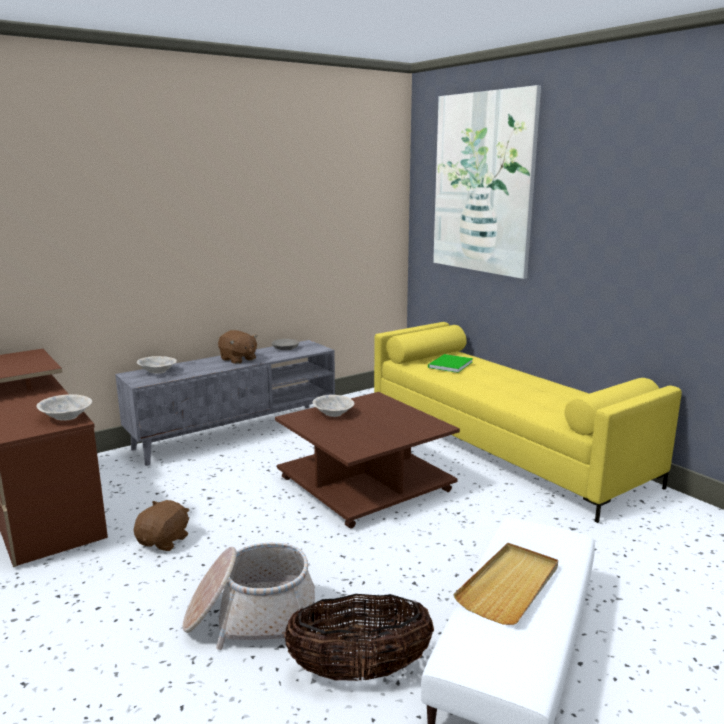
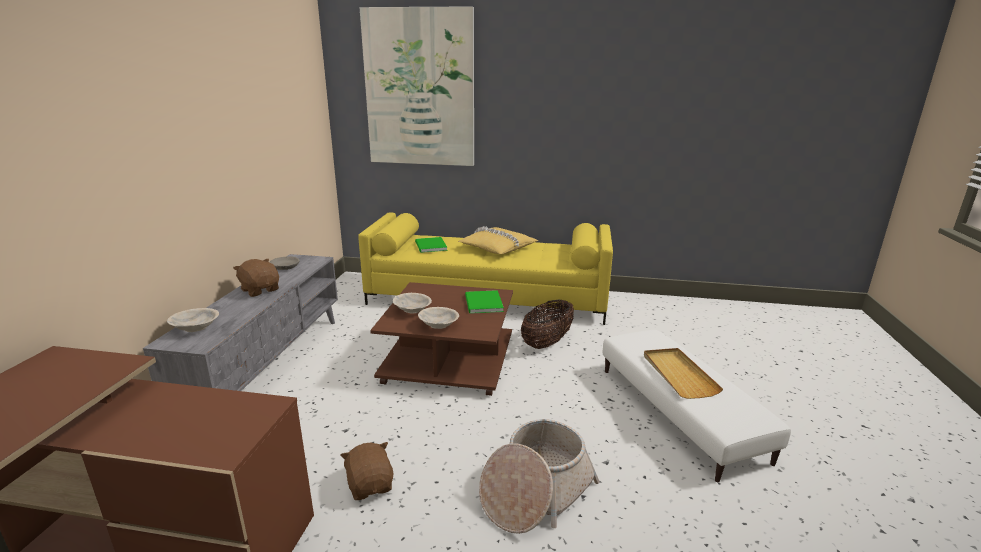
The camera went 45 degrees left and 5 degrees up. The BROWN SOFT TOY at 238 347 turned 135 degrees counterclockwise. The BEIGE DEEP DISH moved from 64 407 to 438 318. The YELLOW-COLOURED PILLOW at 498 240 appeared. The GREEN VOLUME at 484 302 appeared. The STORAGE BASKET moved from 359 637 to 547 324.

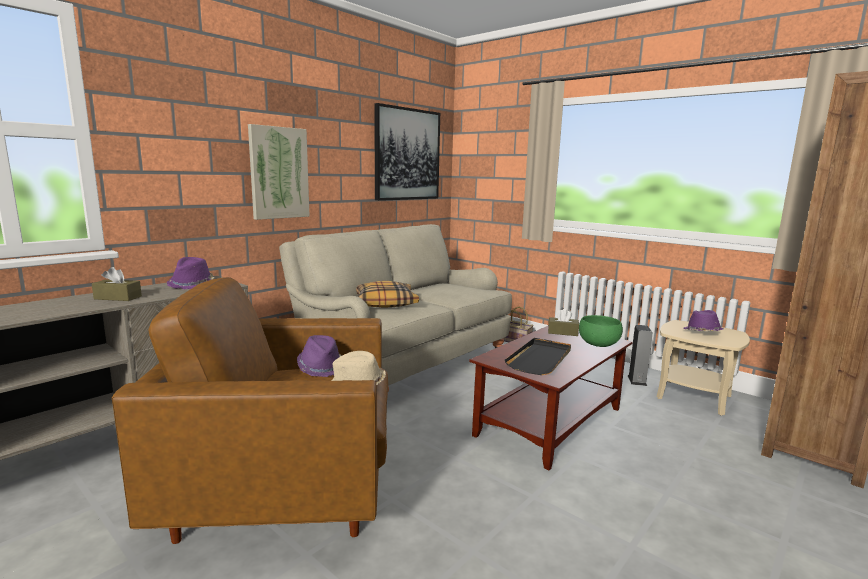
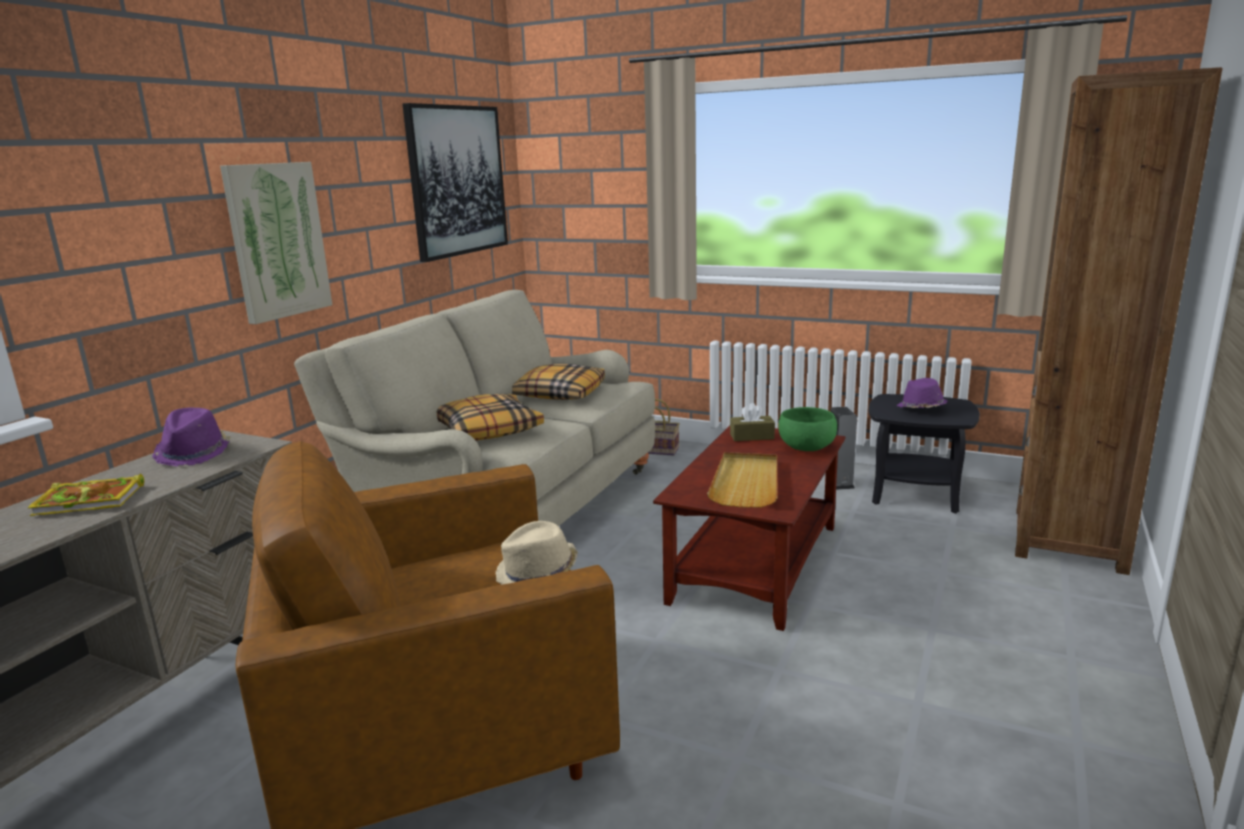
The camera went 15 degrees left and 5 degrees up. The BROWN TISSUE HOLDER at 117 284 was replaced by the VOLUME at 86 495. The PILLOW at 558 382 appeared. The BLACK TRAY at 538 356 became the BEIGE TRAY at 742 480. The BEIGE ACCENT TABLE at 703 368 became the BLACK ACCENT TABLE at 924 453. The PURPLE WEARABLE HAT at 319 356 disappeared.

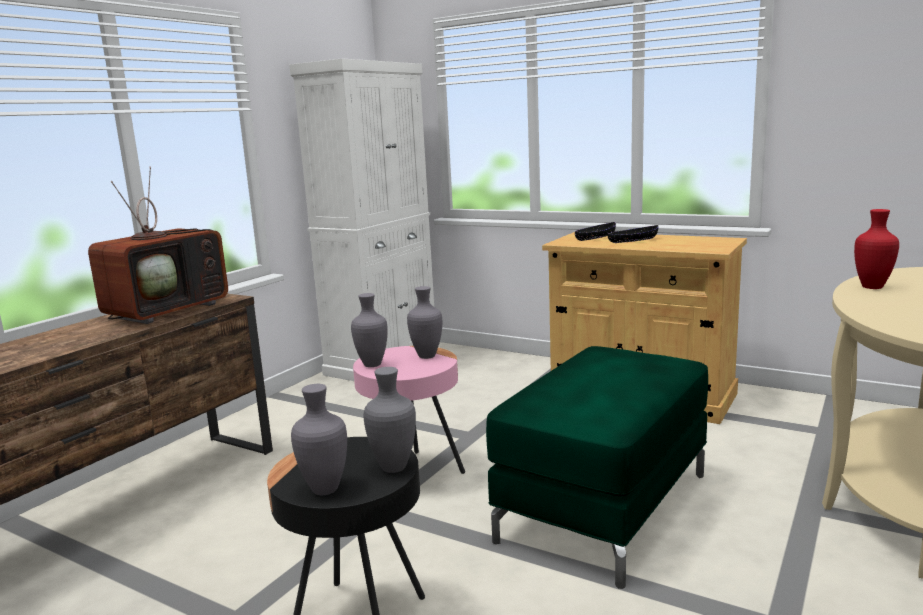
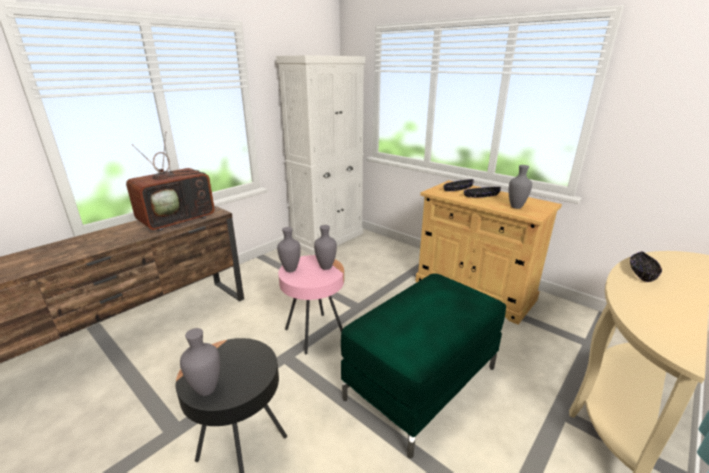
The camera went 10 degrees right and 10 degrees up. The GRAY FLOWER VASE moved from 389 420 to 520 187. The RED FLOWER VASE at 876 249 was replaced by the BLACK DEEP DISH at 646 266.

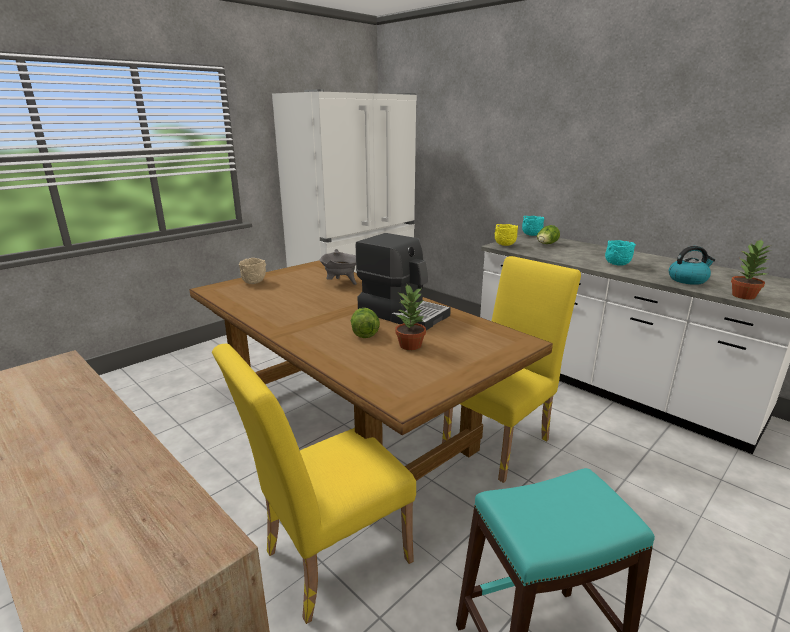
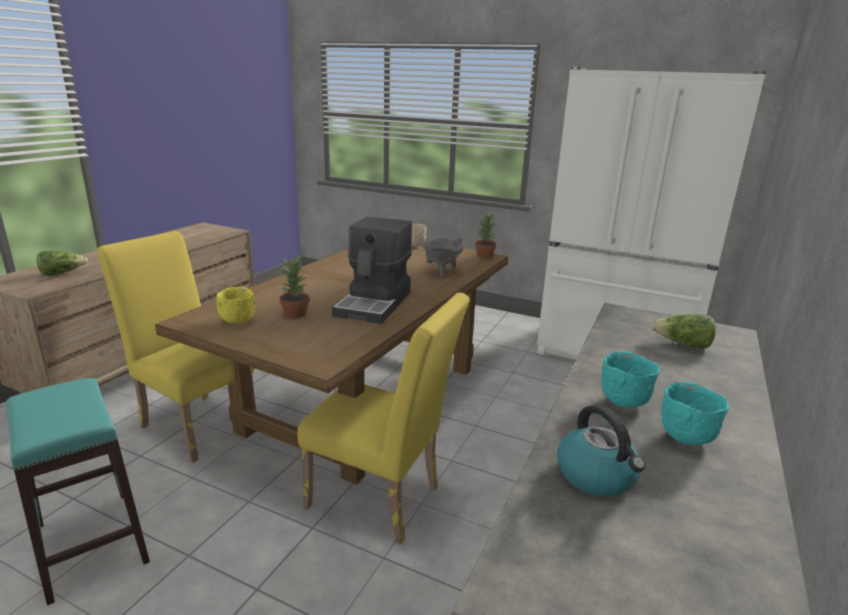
The camera went 70 degrees right and 0 degrees up. The HEAD OF LETTUCE moved from 365 323 to 62 263. The YELLOW-COLOURED DEEP DISH moved from 506 235 to 236 305. The HOUSEPLANT moved from 751 269 to 486 235. The TURQUOISE DEEP DISH moved from 533 226 to 695 414.

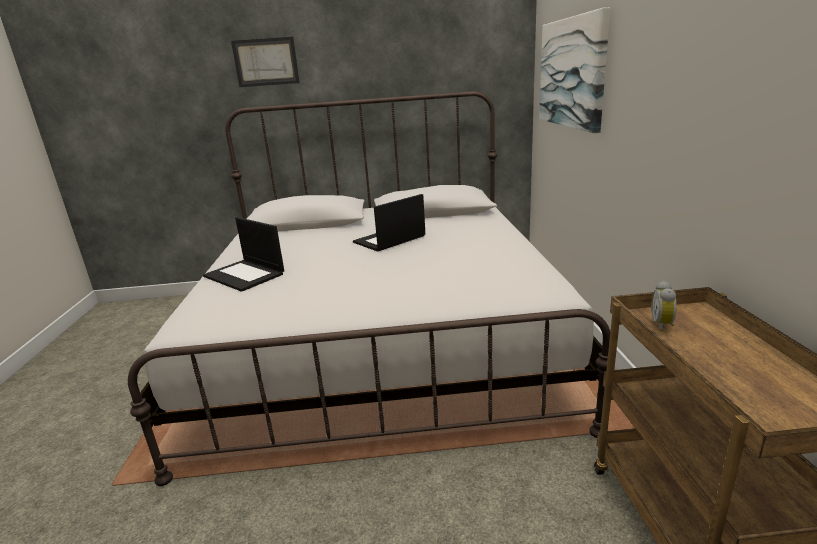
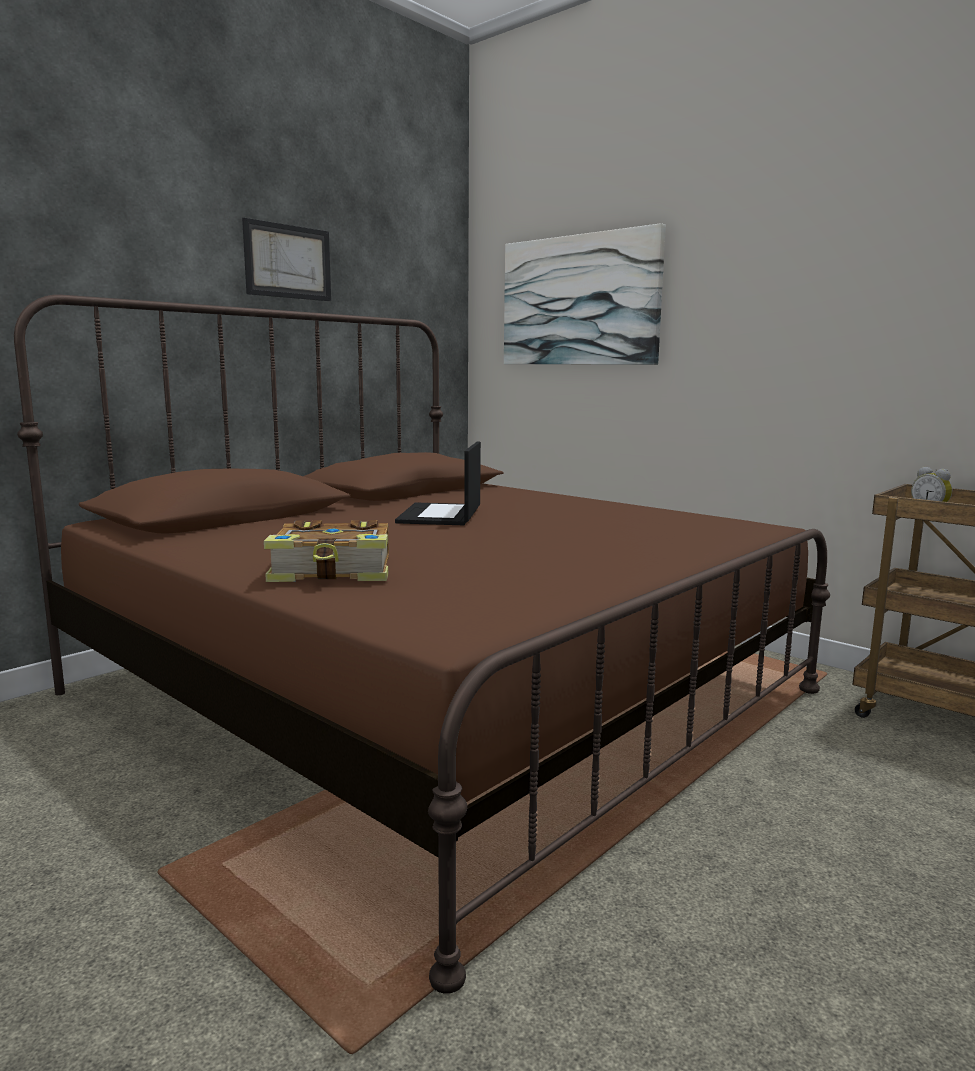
The camera went 45 degrees left and 10 degrees down. The WHITE BED at 369 288 became the BROWN BED at 422 644. The PICTURE moved from 265 62 to 286 259. The LAPTOP at 243 254 was replaced by the VOLUME at 326 551.

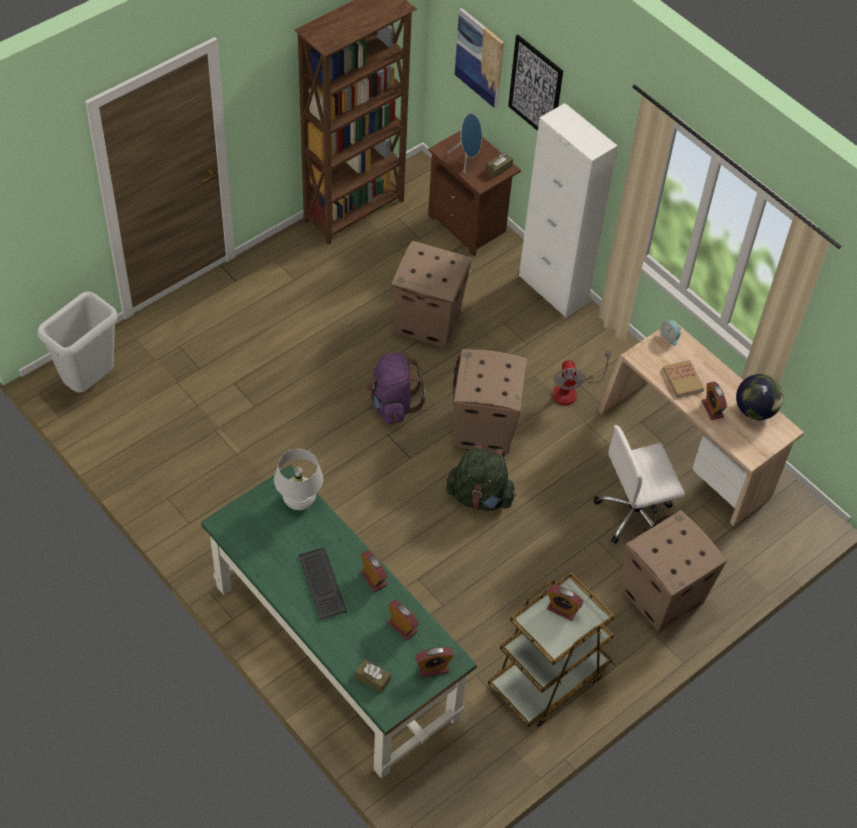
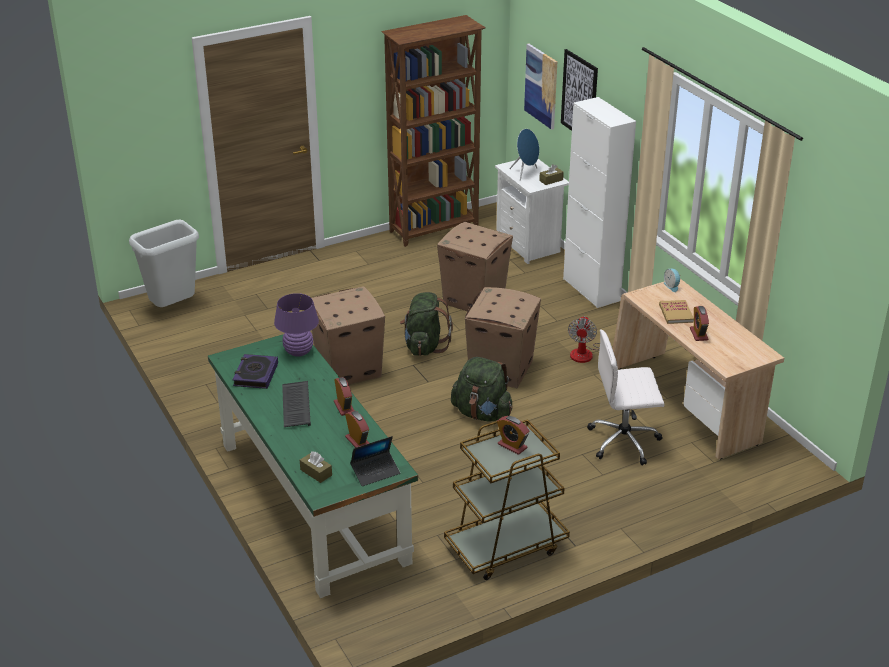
The camera went 15 degrees right and 20 degrees down. The VOLUME at 255 371 appeared. The WHITE TABLETOP LAMP at 298 479 became the PURPLE TABLETOP LAMP at 296 325. The PACKING BOX moved from 674 571 to 348 335. The ALARM CLOCK at 434 662 was replaced by the LAPTOP at 375 461. The PURPLE KNAPSACK at 396 388 became the GREEN KNAPSACK at 426 324. The BROWN NIGHT TABLE at 474 193 became the WHITE NIGHT TABLE at 532 211. The GLOBE at 759 397 disappeared.

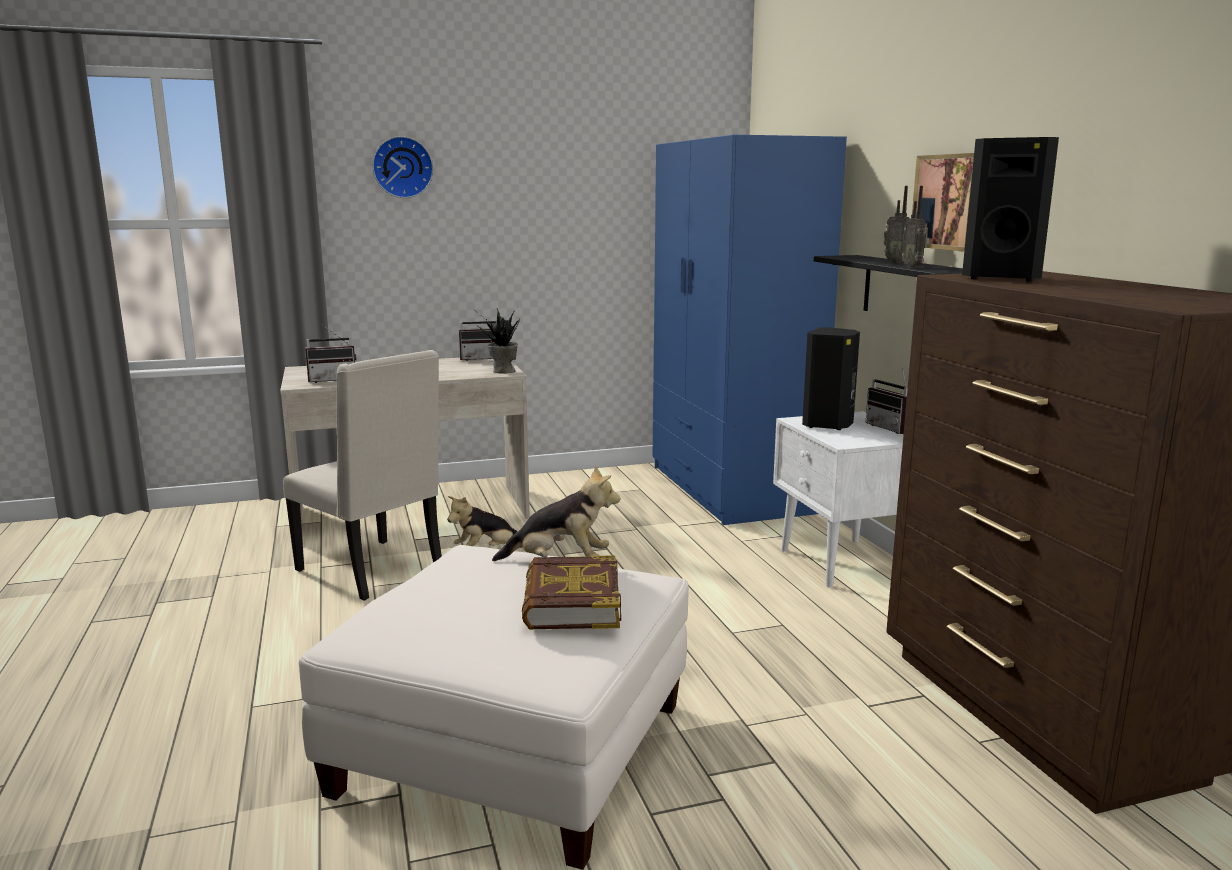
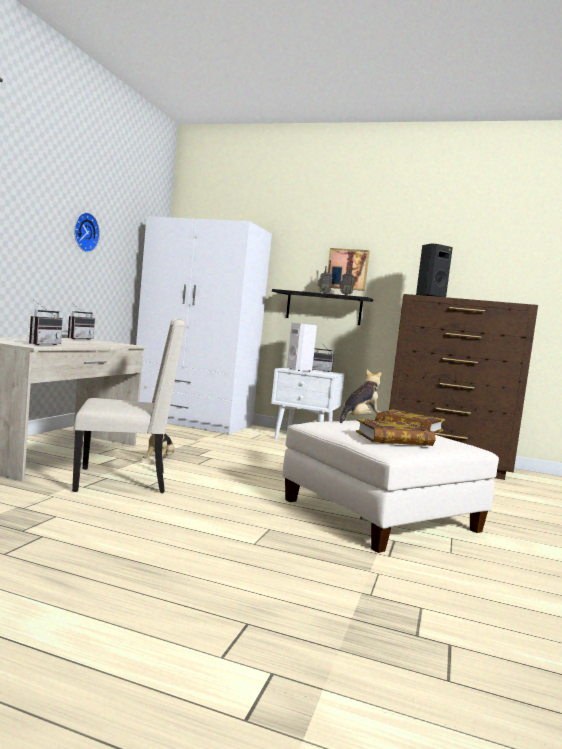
The camera went 55 degrees left and 10 degrees down. The HANGING CLOCK moved from 402 167 to 87 232. The BLUISH WARDROBE at 750 330 became the WHITE WARDROBE at 204 325. The BLACK LOUDSPEAKER at 831 378 became the WHITE LOUDSPEAKER at 302 347. The VOLUME at 396 432 appeared. The HOUSEPLANT at 499 341 disappeared.

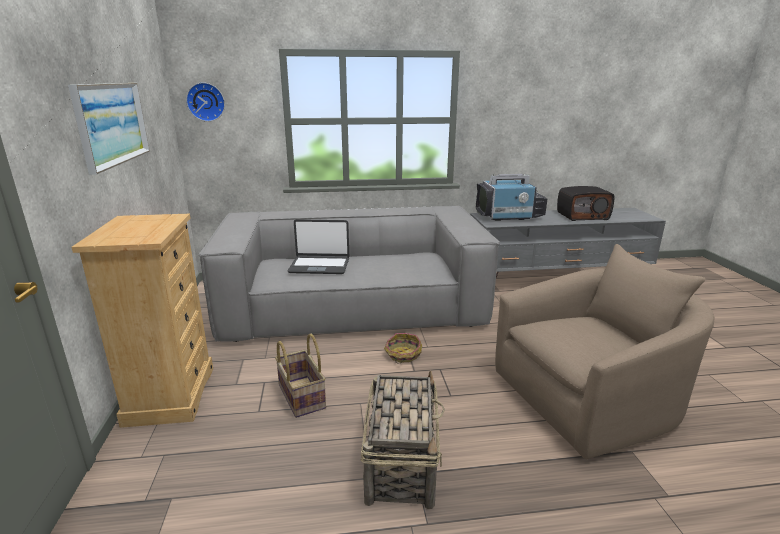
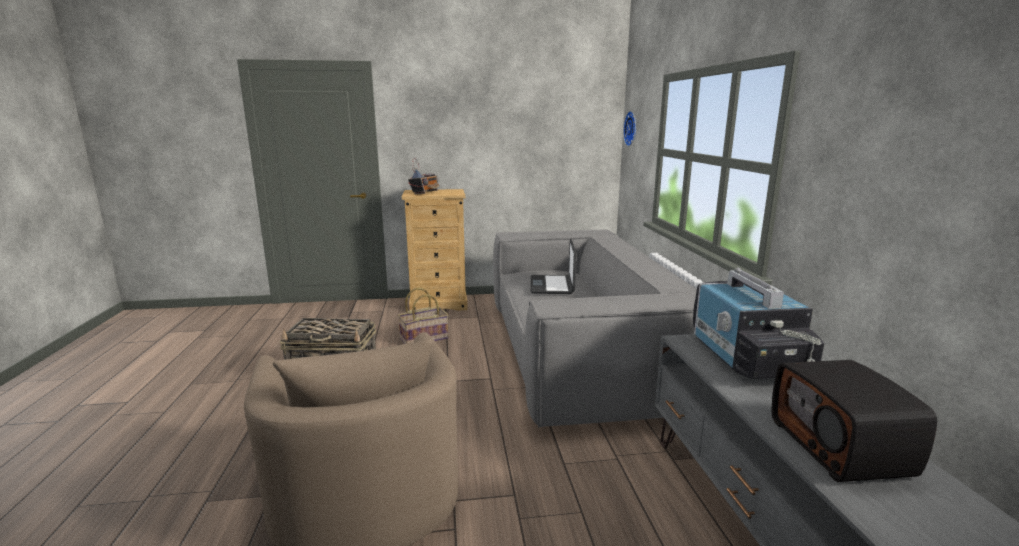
The camera went 90 degrees right and 5 degrees down. The RADIO at 423 176 appeared. The PICTURE at 109 129 disappeared. The STORAGE BASKET at 403 348 disappeared.

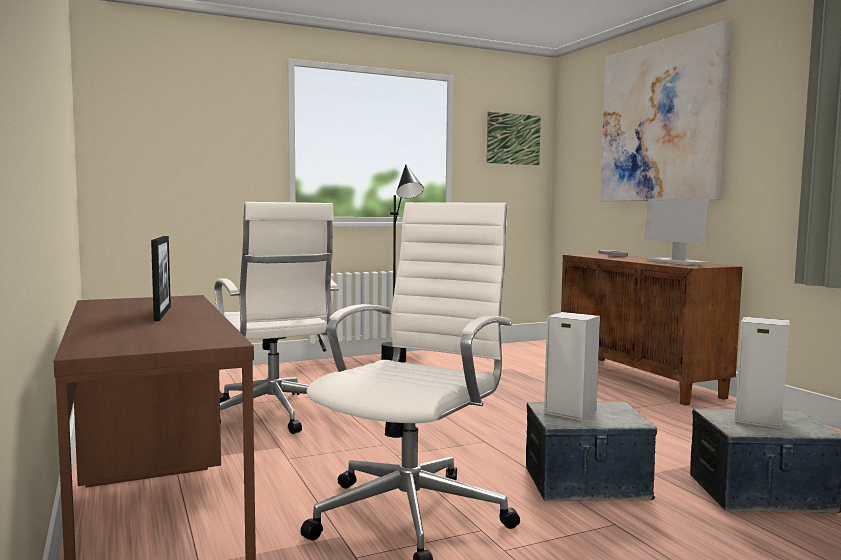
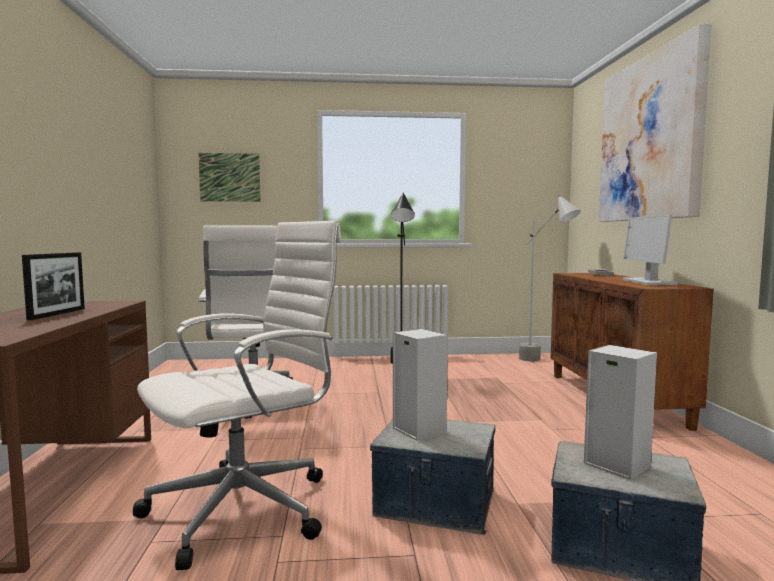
The camera went 20 degrees right and 0 degrees up. The PICTURE moved from 513 138 to 230 177. The GRAY FLOOR LAMP at 550 278 appeared.

